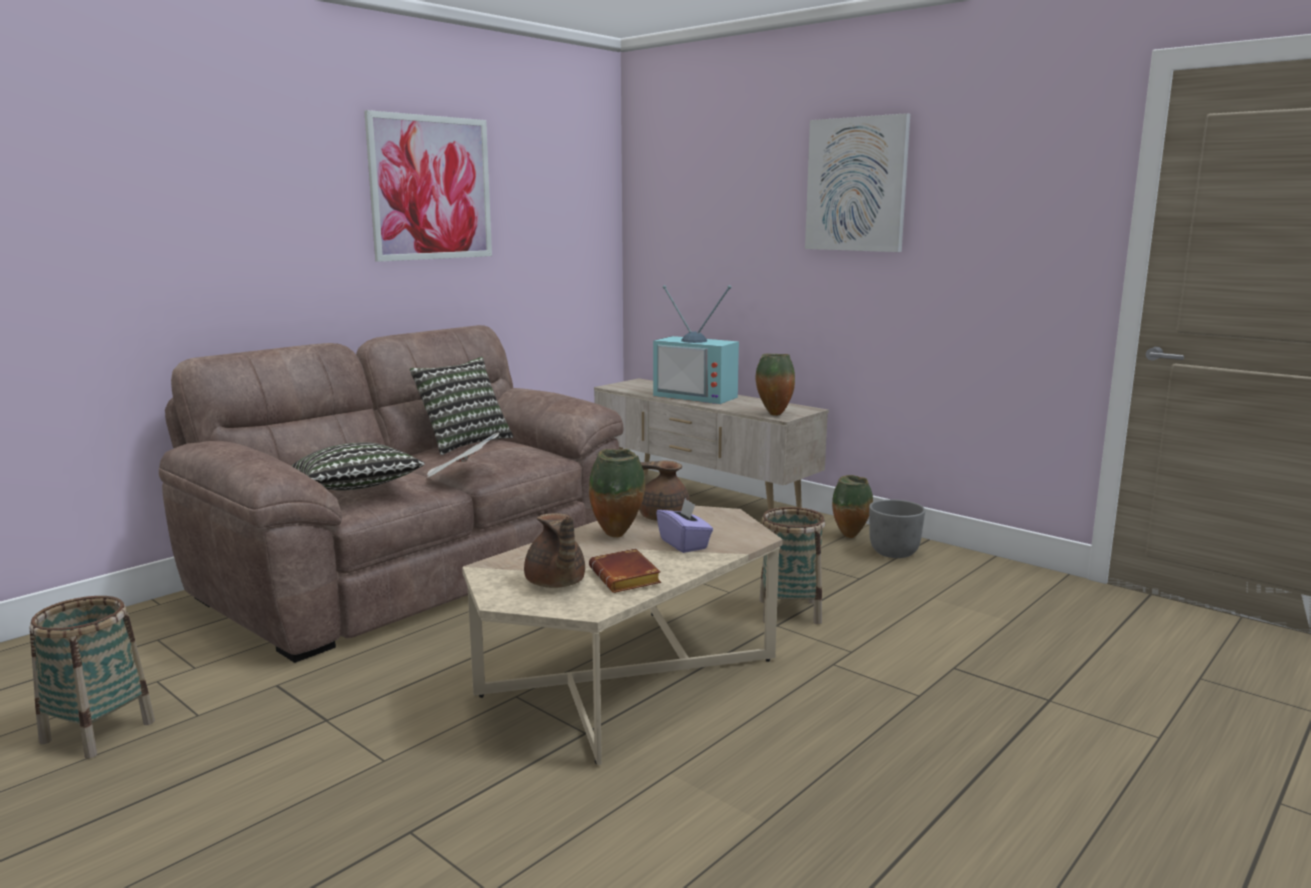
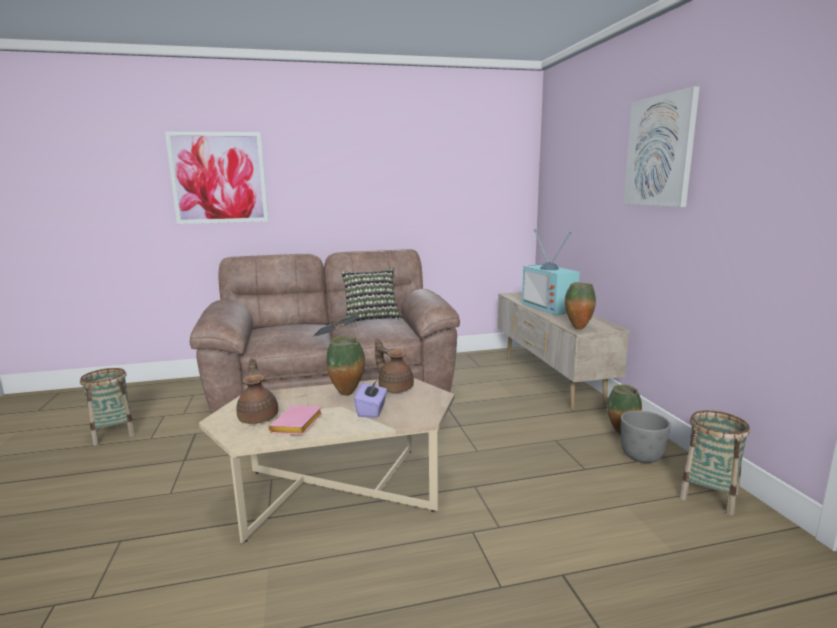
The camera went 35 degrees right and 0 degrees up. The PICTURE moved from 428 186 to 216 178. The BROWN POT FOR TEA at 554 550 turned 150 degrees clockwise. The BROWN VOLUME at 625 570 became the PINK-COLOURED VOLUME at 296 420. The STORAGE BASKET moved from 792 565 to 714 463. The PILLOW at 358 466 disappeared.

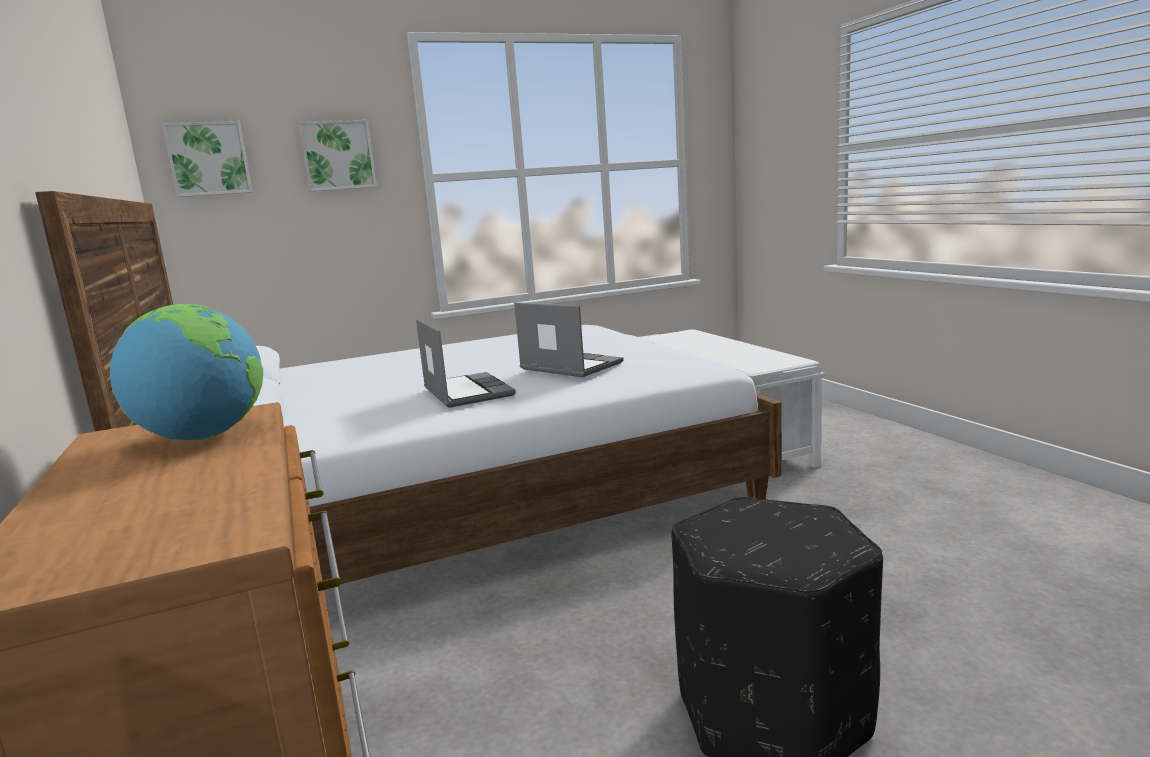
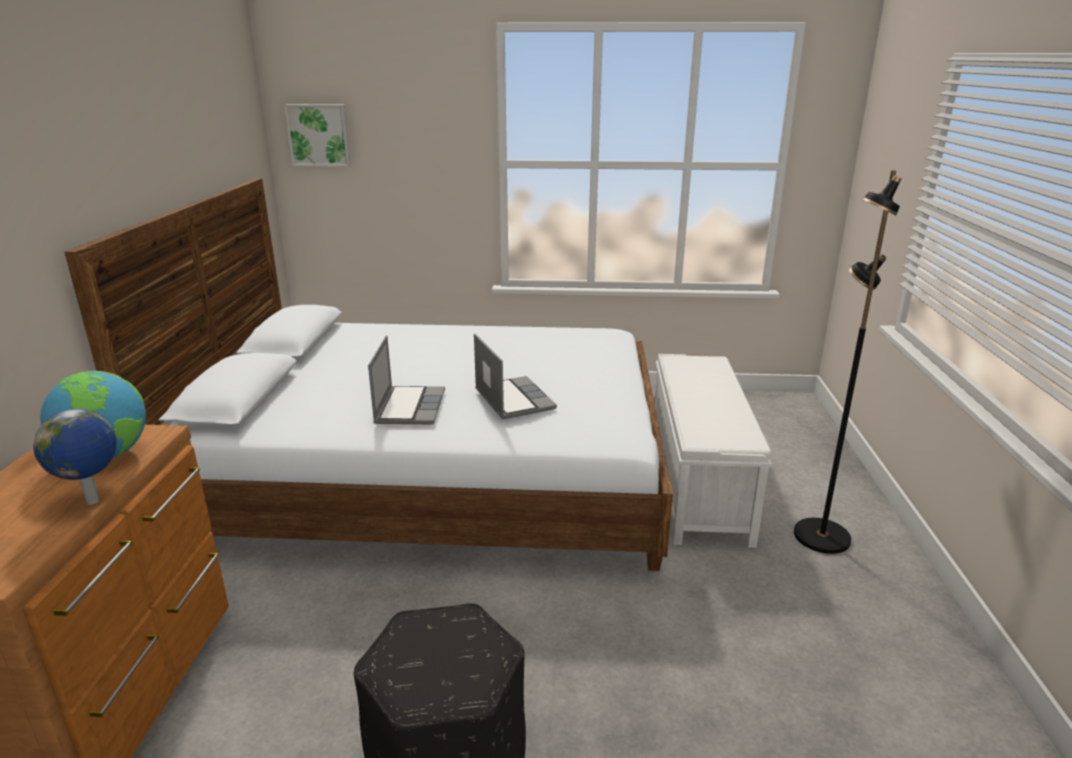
The camera went 25 degrees right and 10 degrees up. The GLOBE at 74 457 appeared. The BLACK FLOOR LAMP at 847 362 appeared. The PICTURE at 338 155 disappeared.

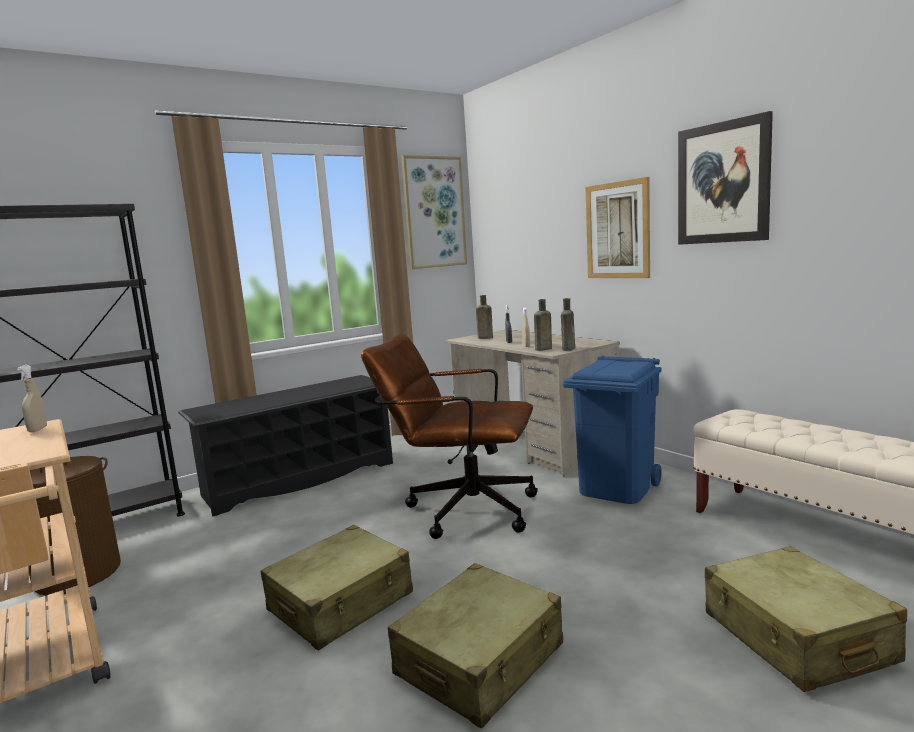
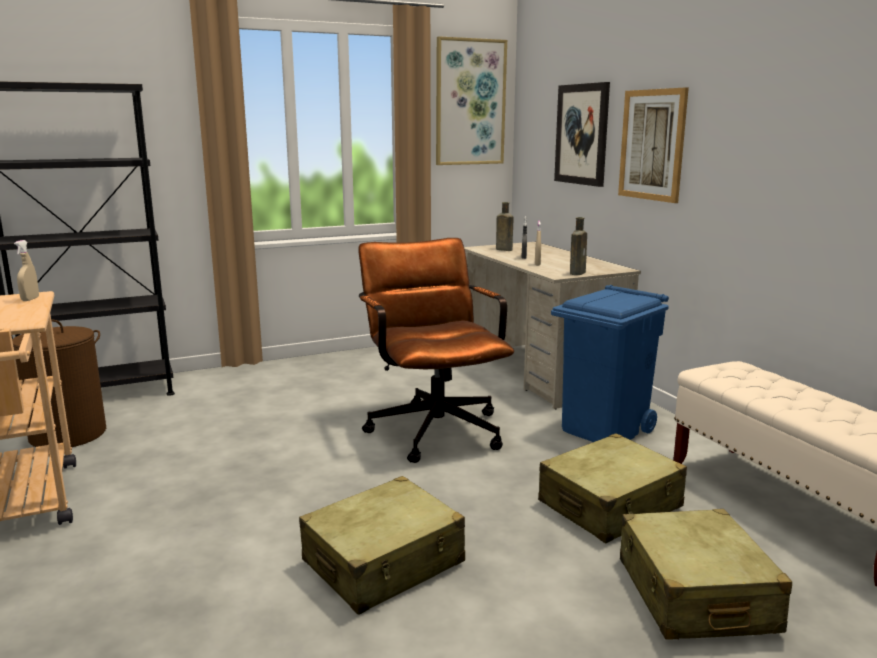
The camera went 10 degrees right and 5 degrees up. The BROWN OFFICE CHAIR at 449 436 turned 45 degrees clockwise. The BEIGE SUITCASE moved from 337 587 to 612 488. The PICTURE moved from 725 178 to 582 134. The BLACK SHOE RACK at 285 445 disappeared. The BROWN BEVERAGE BOTTLE at 543 325 disappeared.

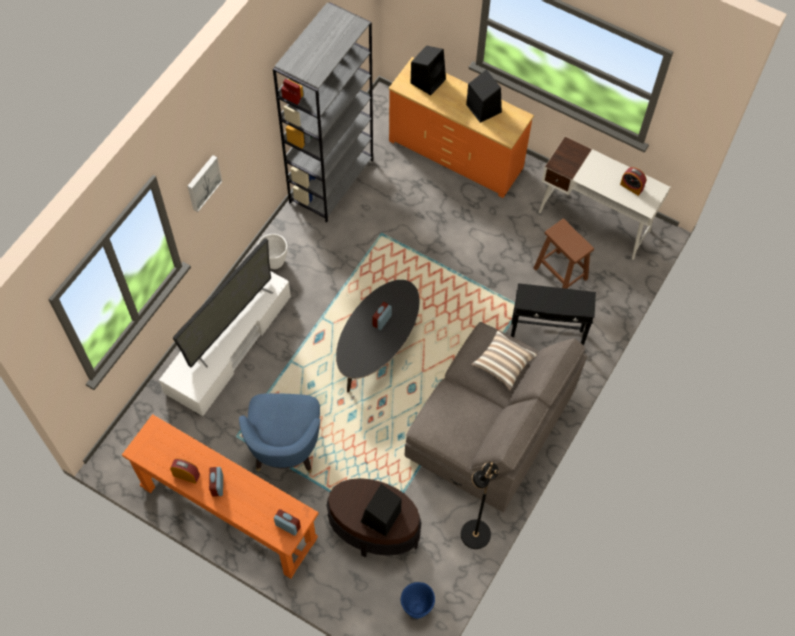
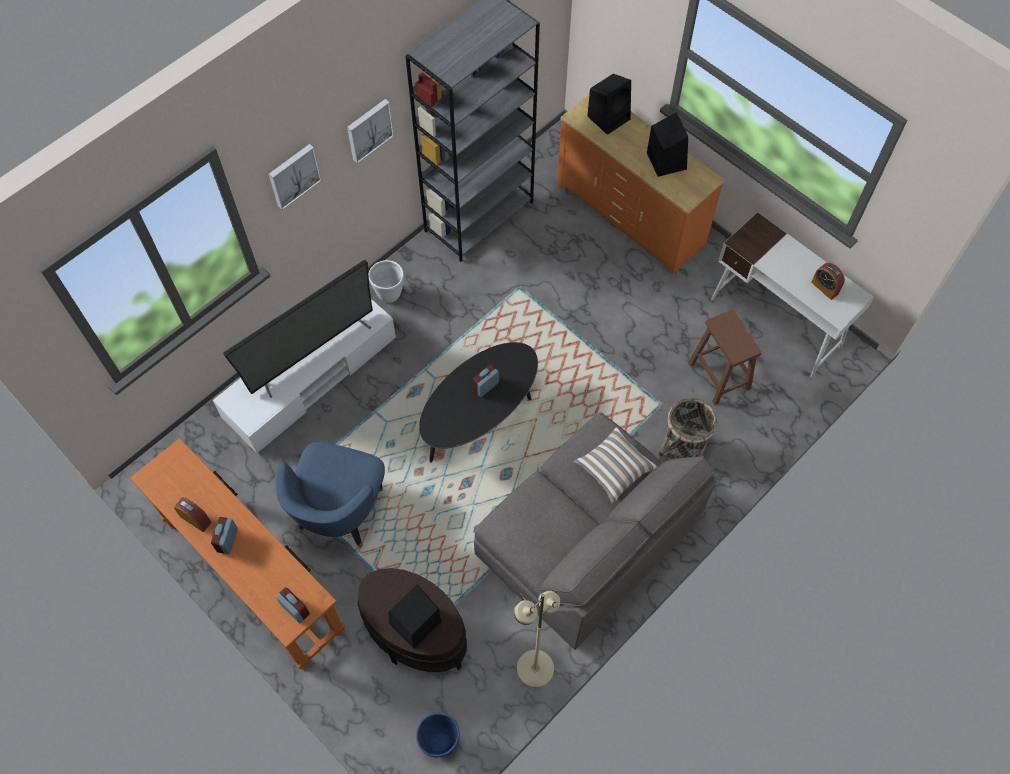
The camera went 15 degrees right and 0 degrees up. The PICTURE at 370 131 appeared. The BLACK FLOOR LAMP at 480 505 became the BEIGE FLOOR LAMP at 537 639. The BLACK ACCENT TABLE at 553 314 was replaced by the STORAGE BASKET at 687 429.

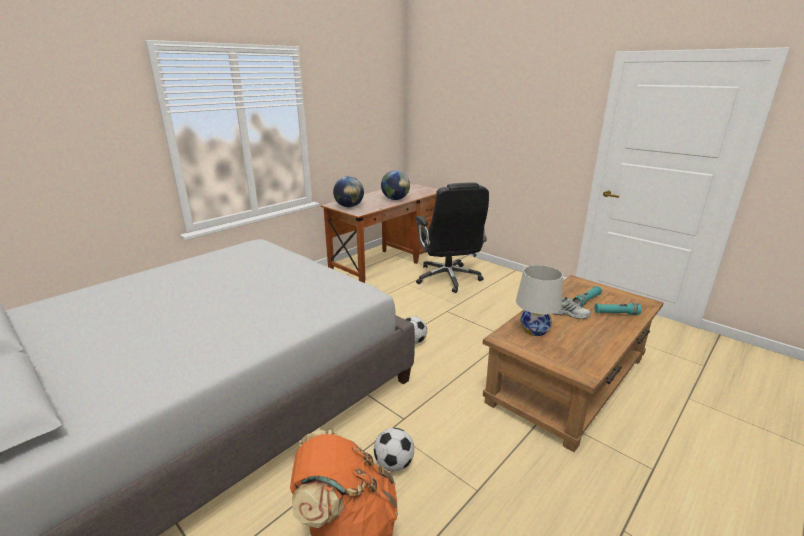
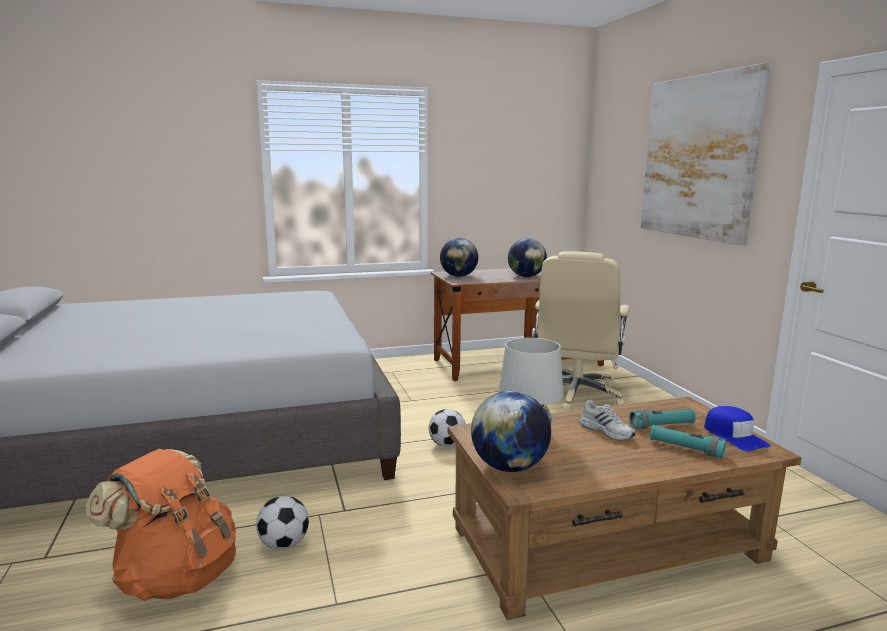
The camera went 30 degrees right and 10 degrees down. The GLOBE at 511 431 appeared. The BLACK OFFICE CHAIR at 452 237 became the BEIGE OFFICE CHAIR at 581 331. The PICTURE at 705 154 appeared. The BLUISH PEAKED CAP at 737 428 appeared.

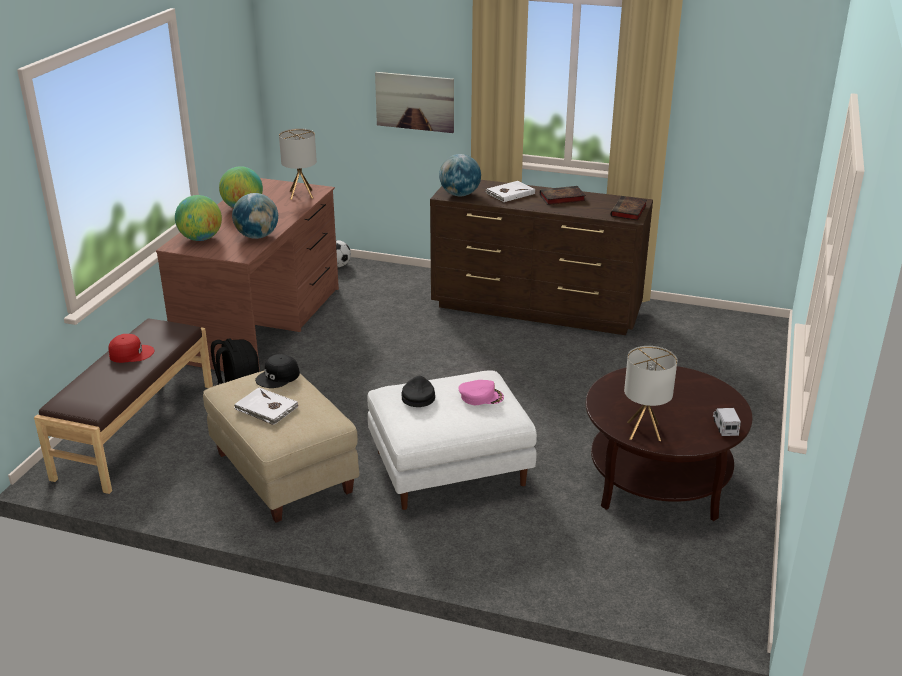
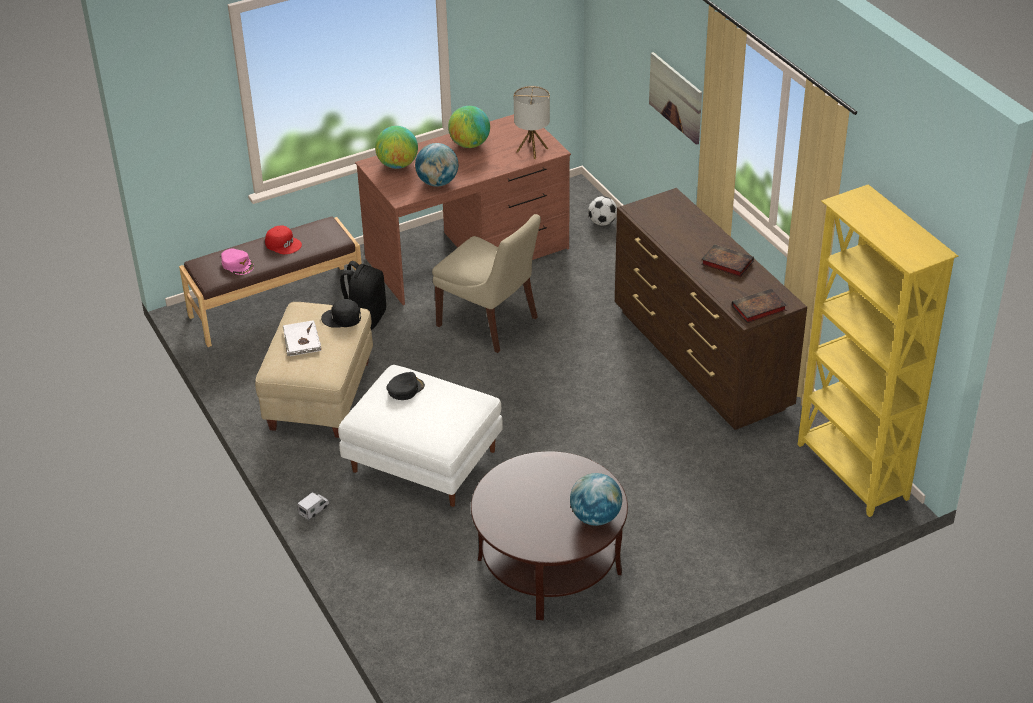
The camera went 45 degrees right and 10 degrees up. The PINK-COLOURED PEAKED CAP moved from 481 392 to 237 262. The TOY LORRY moved from 727 422 to 313 506. The BEIGE CHAIR at 486 283 appeared. The GLOBE moved from 460 175 to 596 499. The YELLOW-COLOURED BOOKSHELF at 878 350 appeared. The WHITE VOLUME at 510 191 disappeared. The TABLETOP LAMP at 650 393 disappeared.

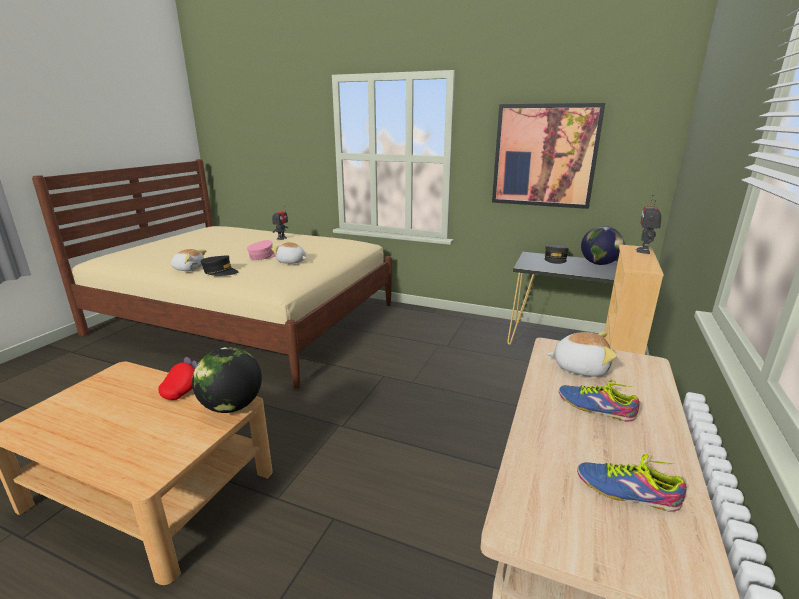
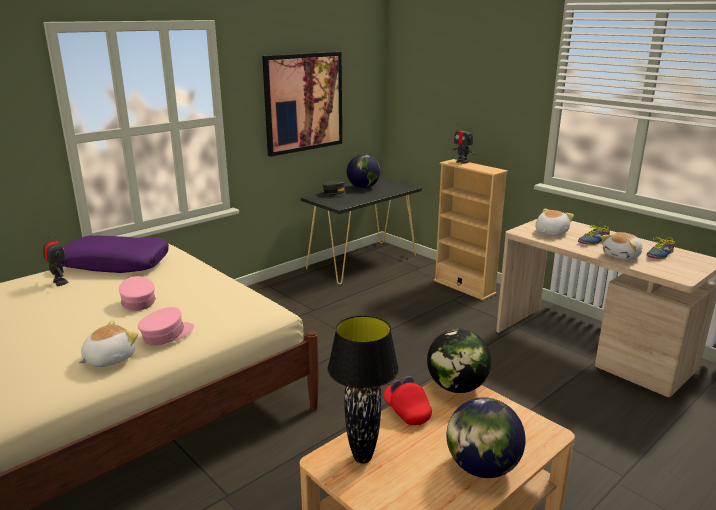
The camera went 65 degrees left and 0 degrees up. The PURPLE PILLOW at 114 254 appeared. The BLACK PEAKED CAP at 219 265 became the PINK-COLOURED PEAKED CAP at 166 326. The BLACK TABLETOP LAMP at 363 389 appeared. The GLOBE at 486 437 appeared. The SOFT TOY moved from 289 253 to 621 246.

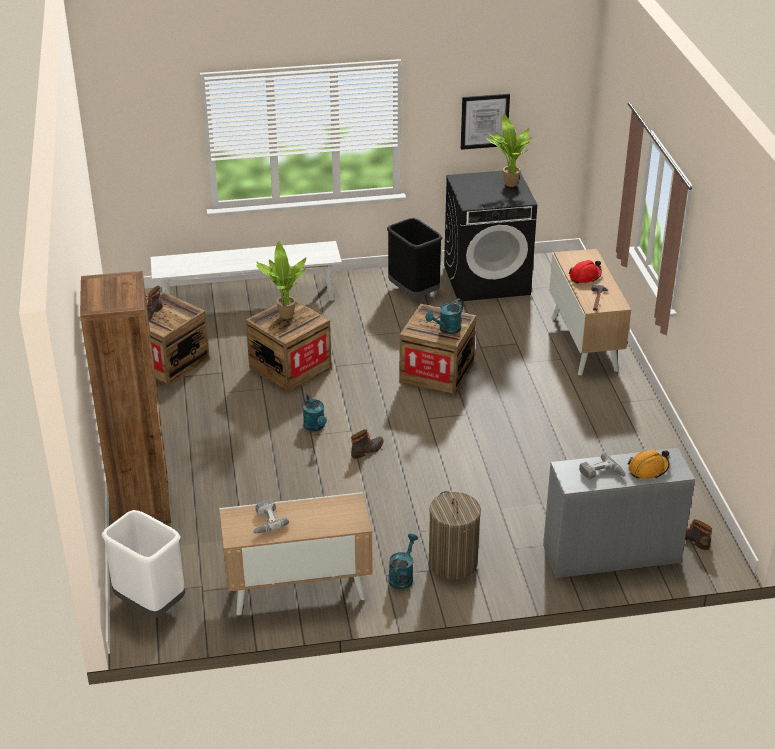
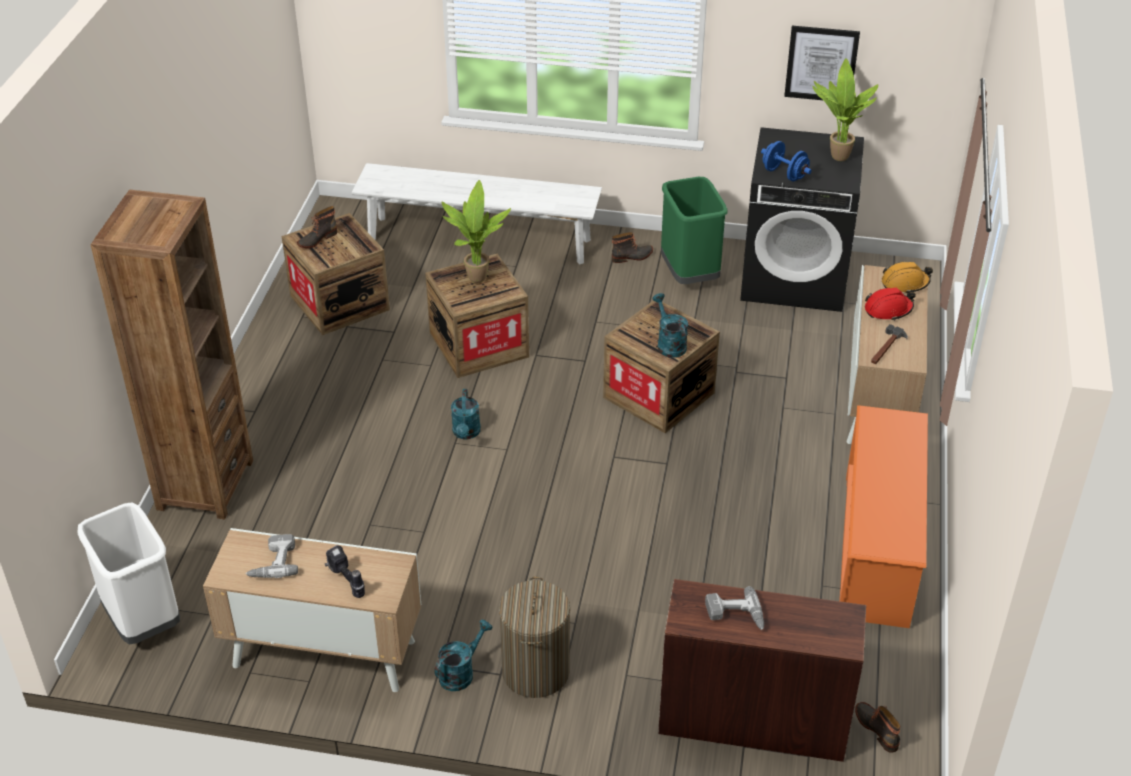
The camera went 20 degrees right and 5 degrees up. The DRILL at 345 571 appeared. The BOOT moved from 367 444 to 632 247. The TURQUOISE WATERING POT at 445 316 turned 90 degrees clockwise. The GRAY DESK TABLE at 619 513 became the BROWN DESK TABLE at 762 670. The BLACK TRASH CAN at 415 258 became the GREEN TRASH CAN at 694 230. The BLUISH FREE WEIGHT at 786 161 appeared. The ORANGE SHOE RACK at 883 516 appeared. The ORANGE WORK HELMET moved from 648 464 to 907 277.

